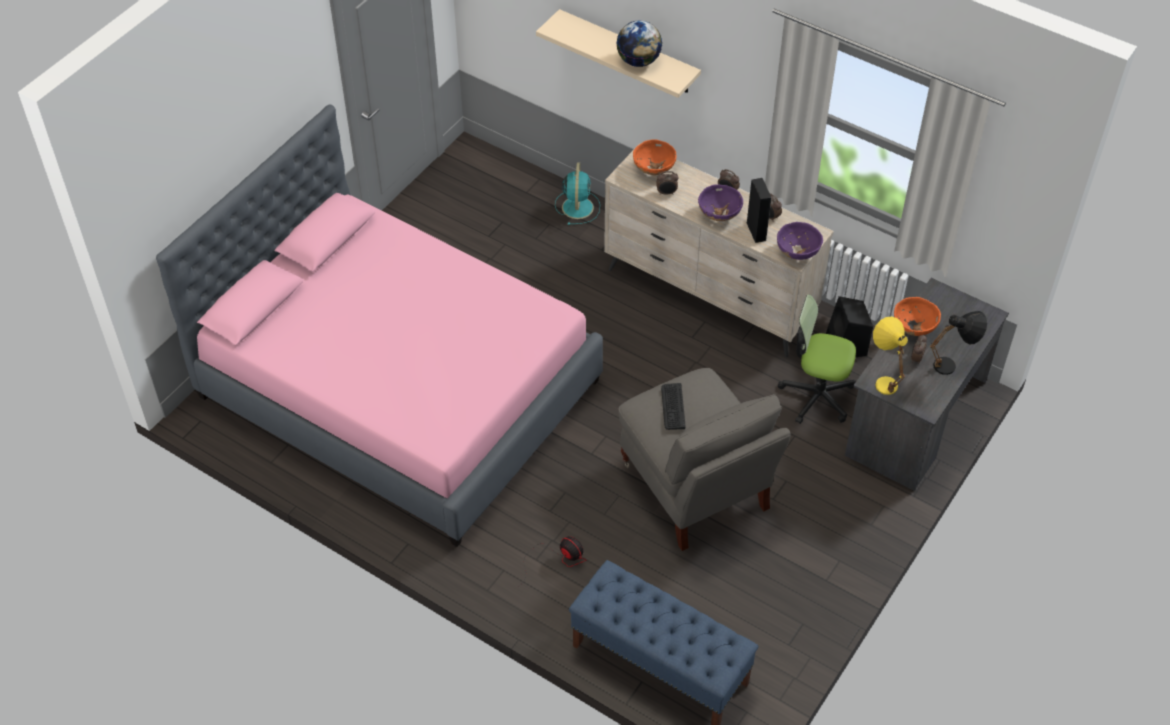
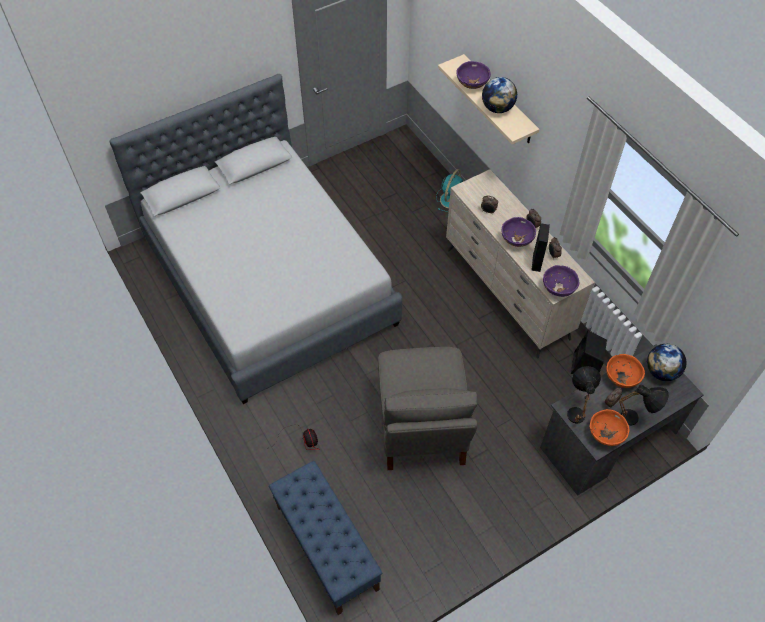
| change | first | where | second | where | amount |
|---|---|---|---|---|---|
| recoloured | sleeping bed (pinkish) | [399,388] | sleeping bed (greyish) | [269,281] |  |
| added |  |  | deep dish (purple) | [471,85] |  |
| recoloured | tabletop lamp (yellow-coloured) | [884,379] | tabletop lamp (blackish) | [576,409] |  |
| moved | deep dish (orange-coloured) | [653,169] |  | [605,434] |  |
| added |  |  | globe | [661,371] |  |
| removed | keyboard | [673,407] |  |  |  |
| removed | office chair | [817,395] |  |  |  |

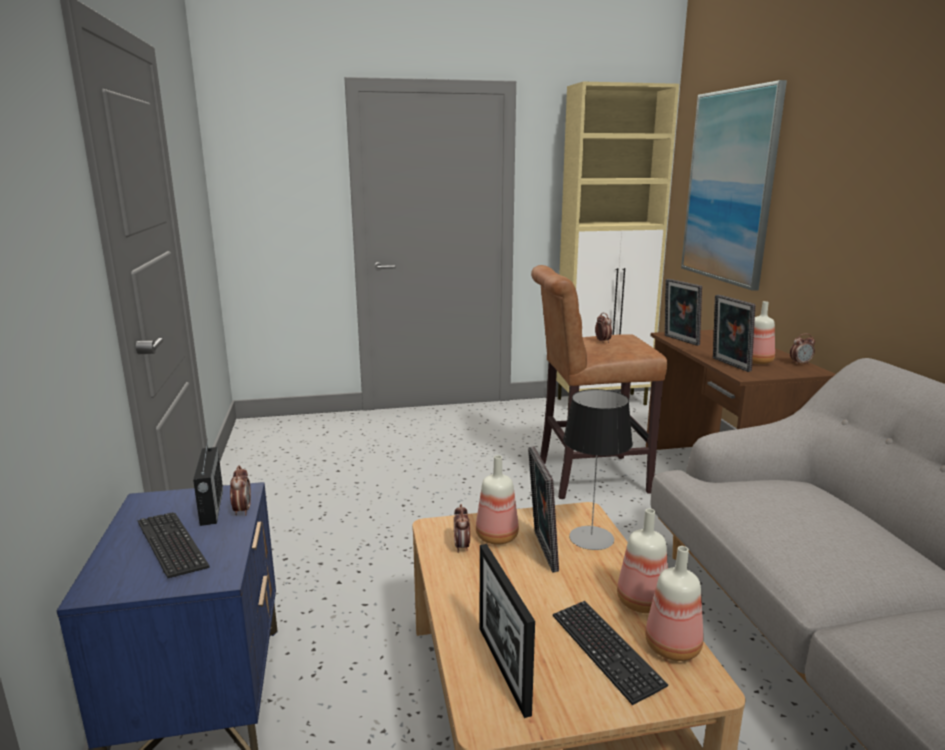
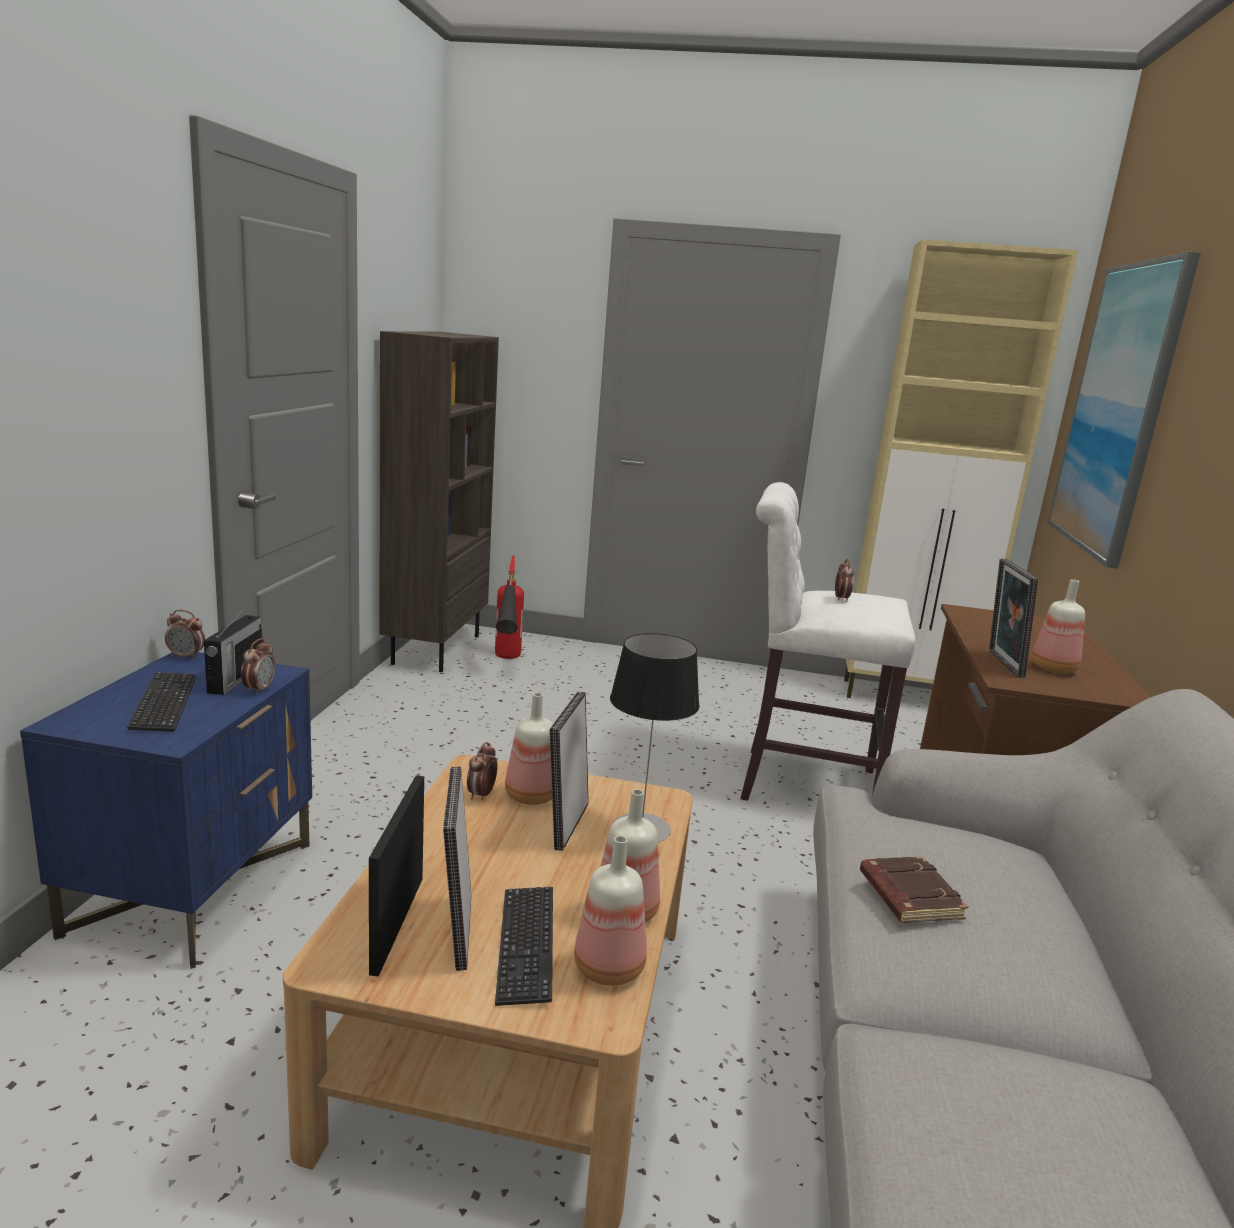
| change | first | where | second | where | amount |
|---|---|---|---|---|---|
| moved | table clock | [800,363] |  | [186,657] |  |
| added |  |  | shelving unit (brown-coloured) | [435,649] |  |
| moved | photo frame | [679,340] |  | [456,931] |  |
| added |  |  | extinguisher | [506,663] |  |
| recoloured | sitting stool (brown-coloured) | [586,477] | sitting stool (white) | [799,783] |  |
| added |  |  | book (brown-coloured) | [908,896] |  |

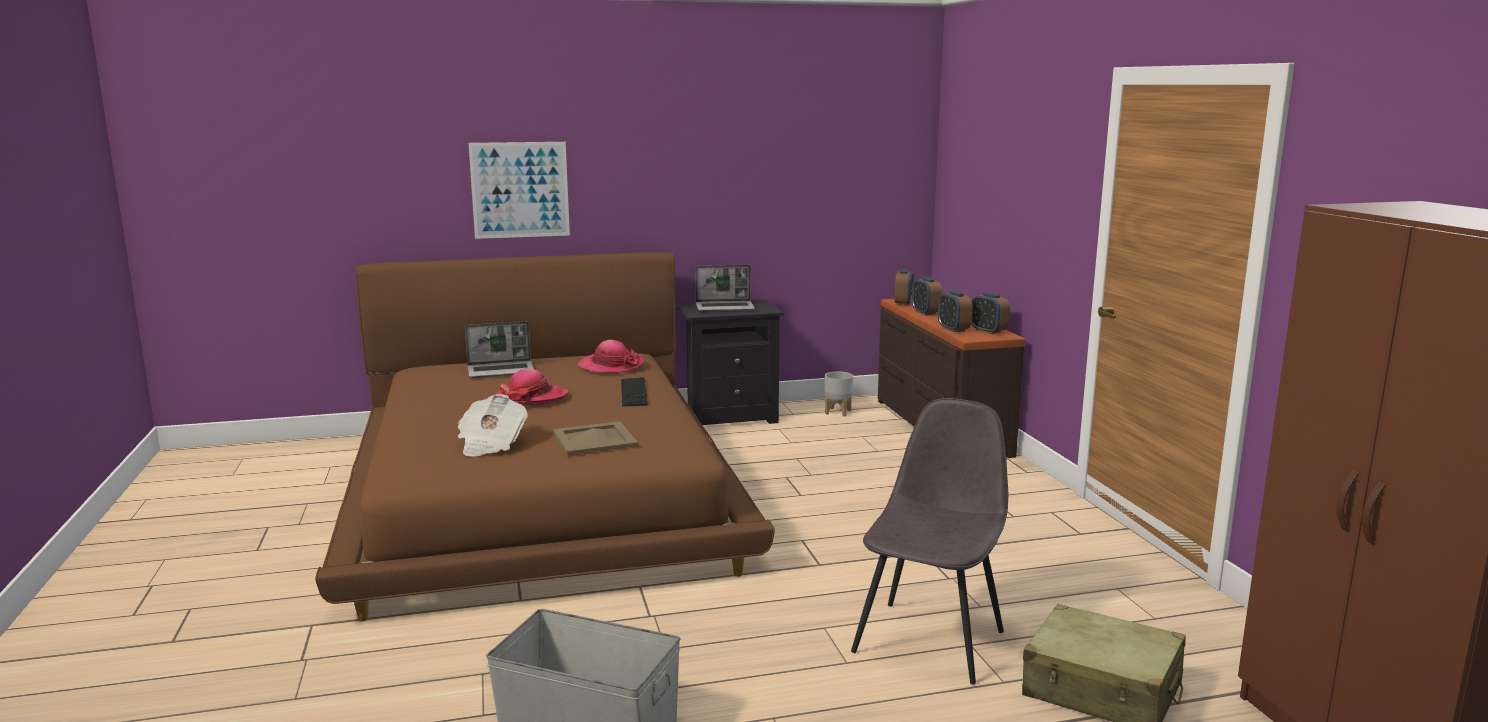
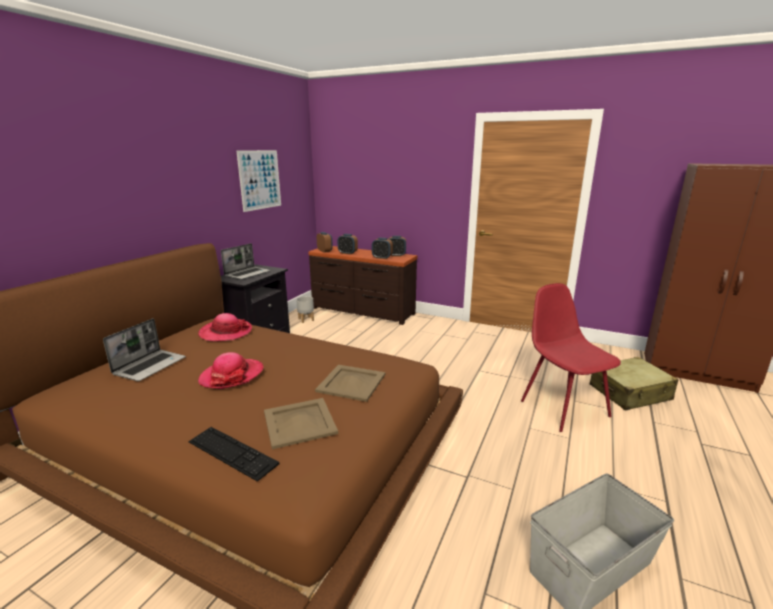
| change | first | where | second | where | amount |
|---|---|---|---|---|---|
| moved | keyboard | [633,392] |  | [232,452] |  |
| moved | wall picture | [520,190] |  | [260,180] |  |
| replaced | daily paper | [491,444] | carrying tray (beige) | [300,423] |  |
| recoloured | plain chair (greyish) | [930,639] | plain chair (red-coloured) | [562,407] |  |

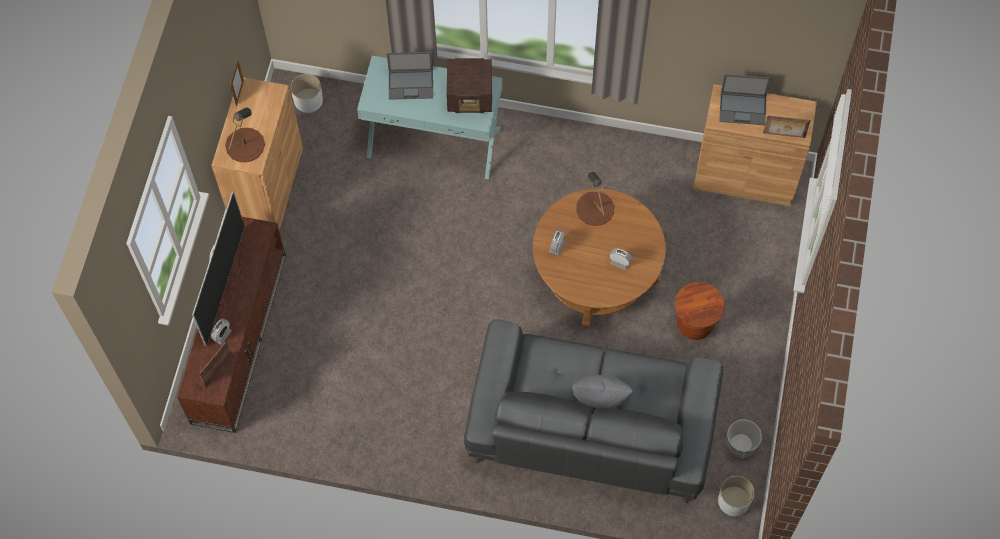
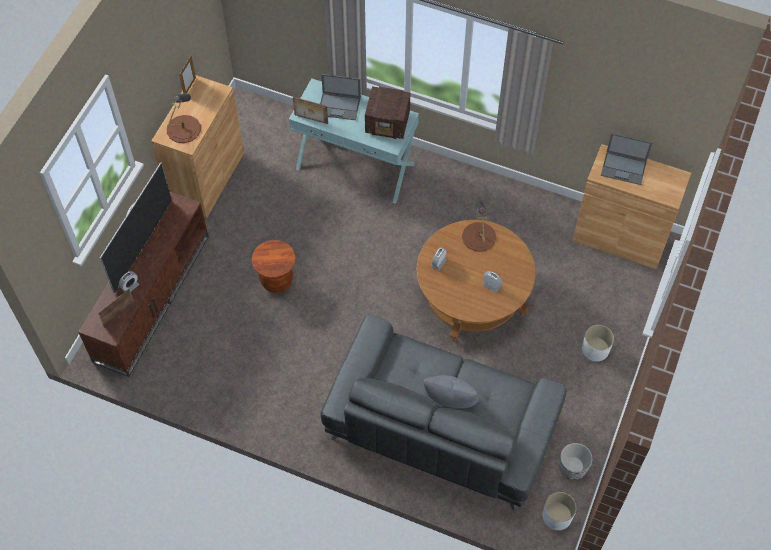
| change | first | where | second | where | amount |
|---|---|---|---|---|---|
| moved | sitting stool (brown-coloured) | [694,325] |  | [276,281] |  |
| moved | photo frame | [784,135] |  | [311,119] |  |
| moved | planter (white) | [308,100] |  | [595,349] |  |

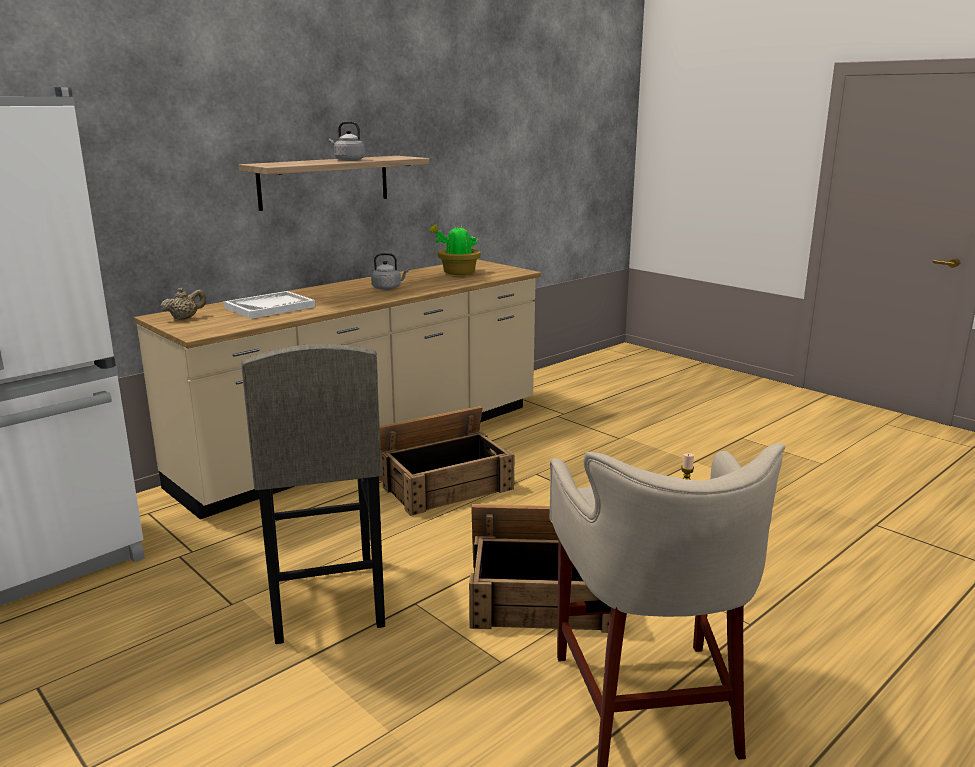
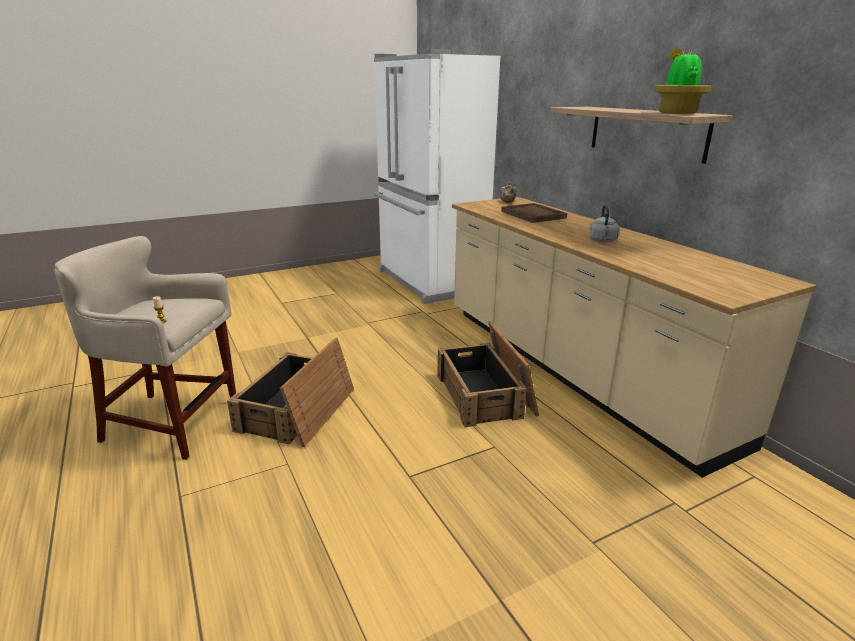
| change | first | where | second | where | amount |
|---|---|---|---|---|---|
| recoloured | carrying tray (white) | [270,307] | carrying tray (brown-coloured) | [533,215] |  |
| moved | potted plant | [457,273] |  | [676,113] |  |
| removed | sitting stool (greyish) | [324,598] |  |  |  |
| removed | tea kettle (greyish) | [348,160] |  |  |  |

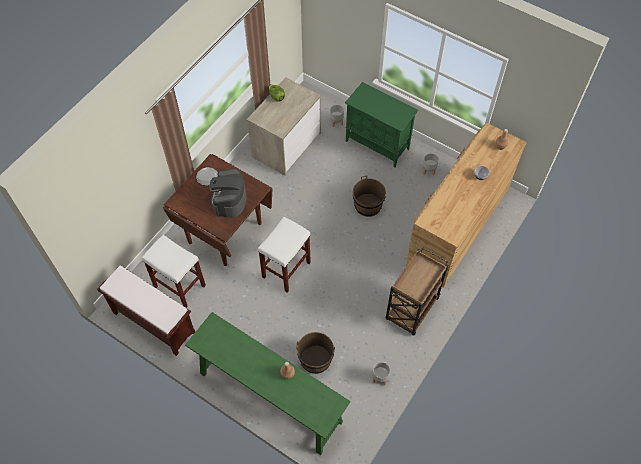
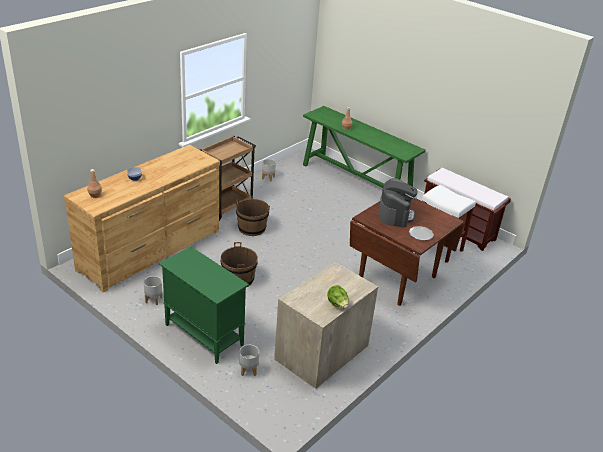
| change | first | where | second | where | amount |
|---|---|---|---|---|---|
| moved | water bucket (brown-coloured) | [315,359] |  | [252,228] |  |
| removed | sitting stool (white) | [286,270] |  |  |  |

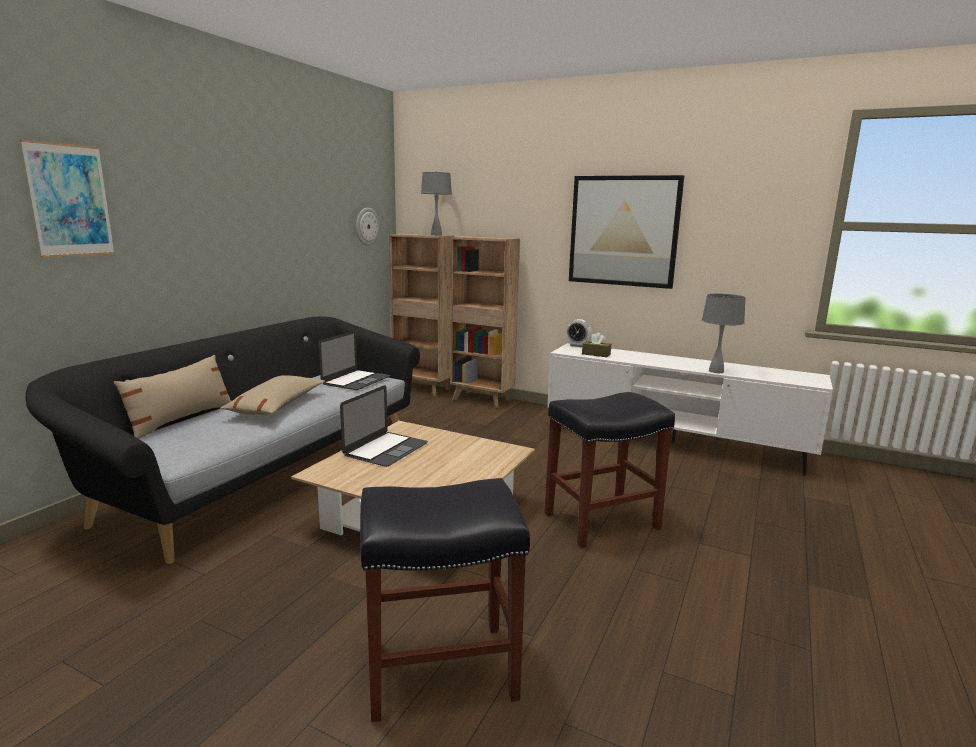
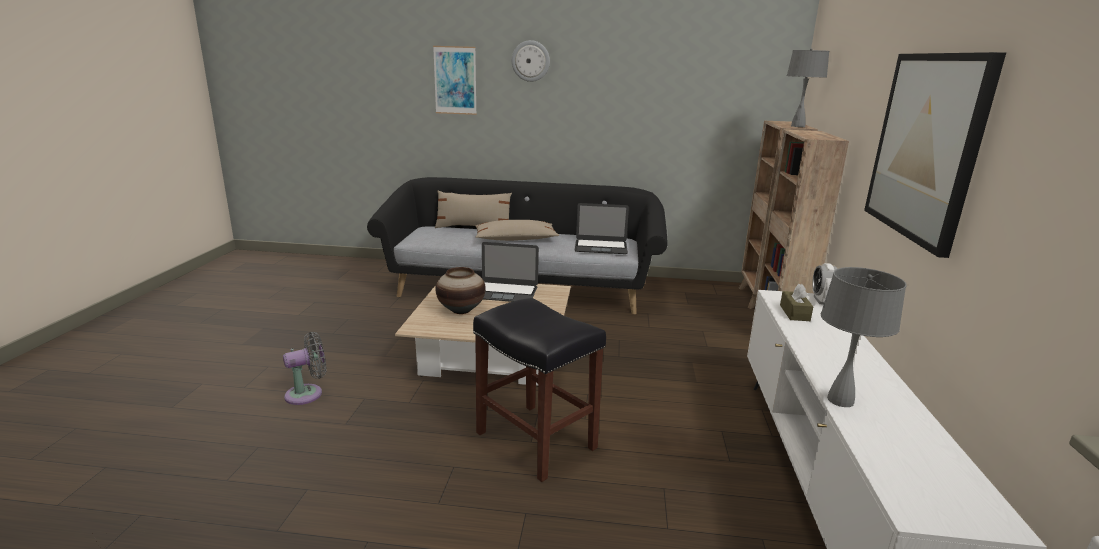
| change | first | where | second | where | amount |
|---|---|---|---|---|---|
| replaced | sitting stool (blackish) | [438,670] | electric fan (greyish) | [308,394] |  |
| added |  |  | decorative vase | [461,310] |  |
| moved | wall clock | [366,226] |  | [530,61] |  |

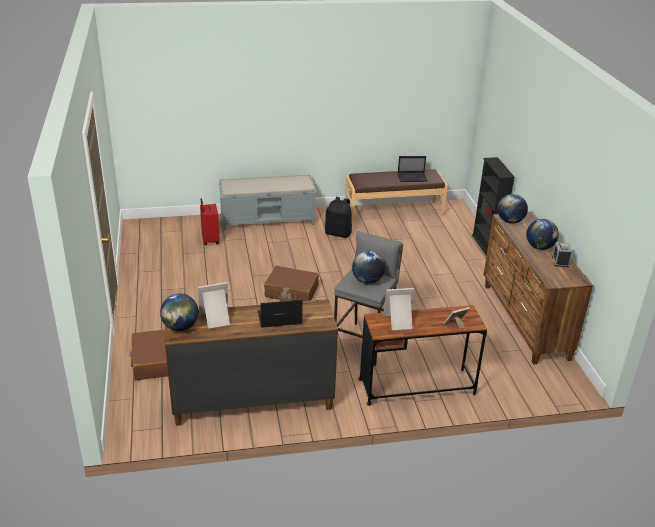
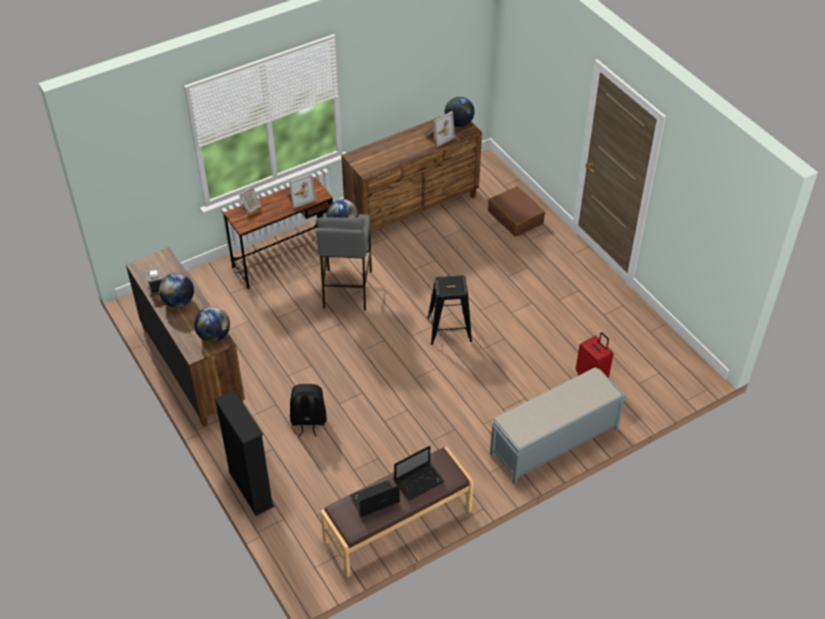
| change | first | where | second | where | amount |
|---|---|---|---|---|---|
| moved | backpack (blackish) | [338,233] |  | [308,421] |  |
| moved | notebook computer | [278,319] |  | [420,481] |  |
| replaced | travel case (brown-coloured) | [291,292] | sitting stool (blackish) | [449,329] |  |

